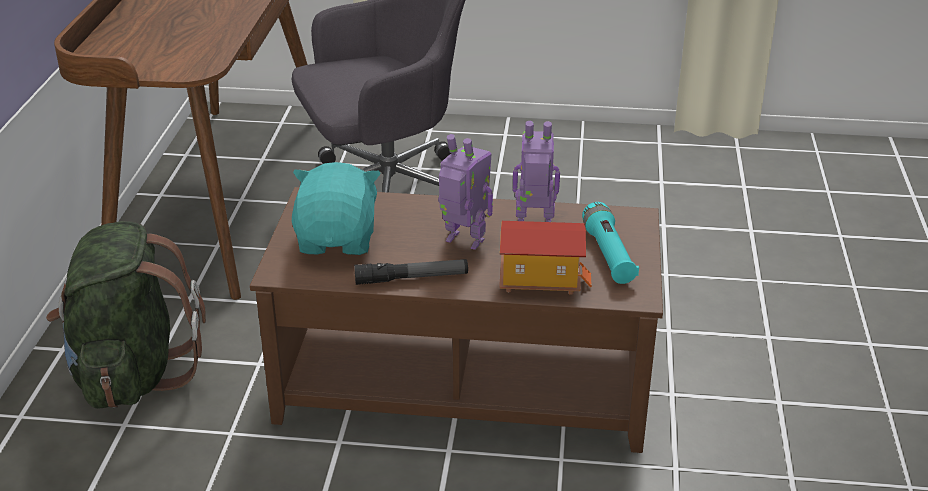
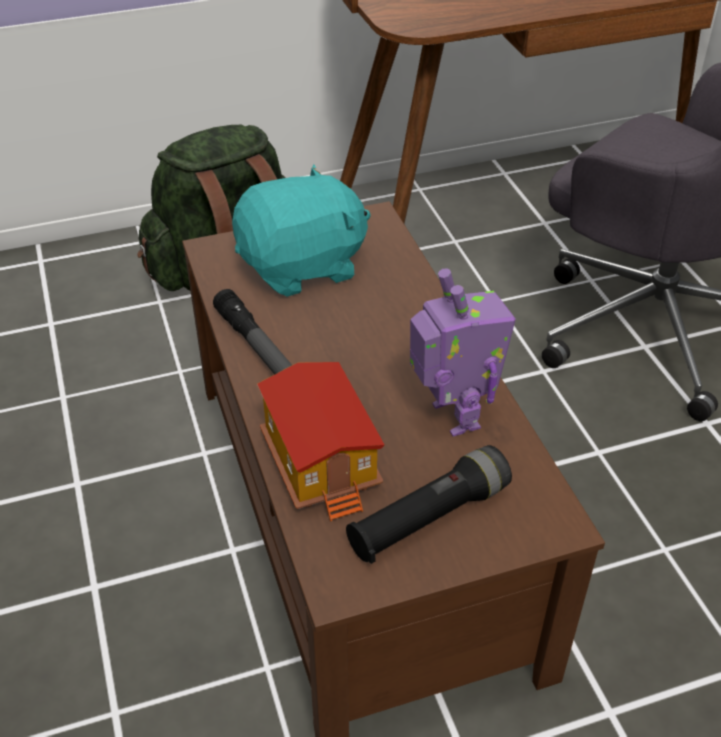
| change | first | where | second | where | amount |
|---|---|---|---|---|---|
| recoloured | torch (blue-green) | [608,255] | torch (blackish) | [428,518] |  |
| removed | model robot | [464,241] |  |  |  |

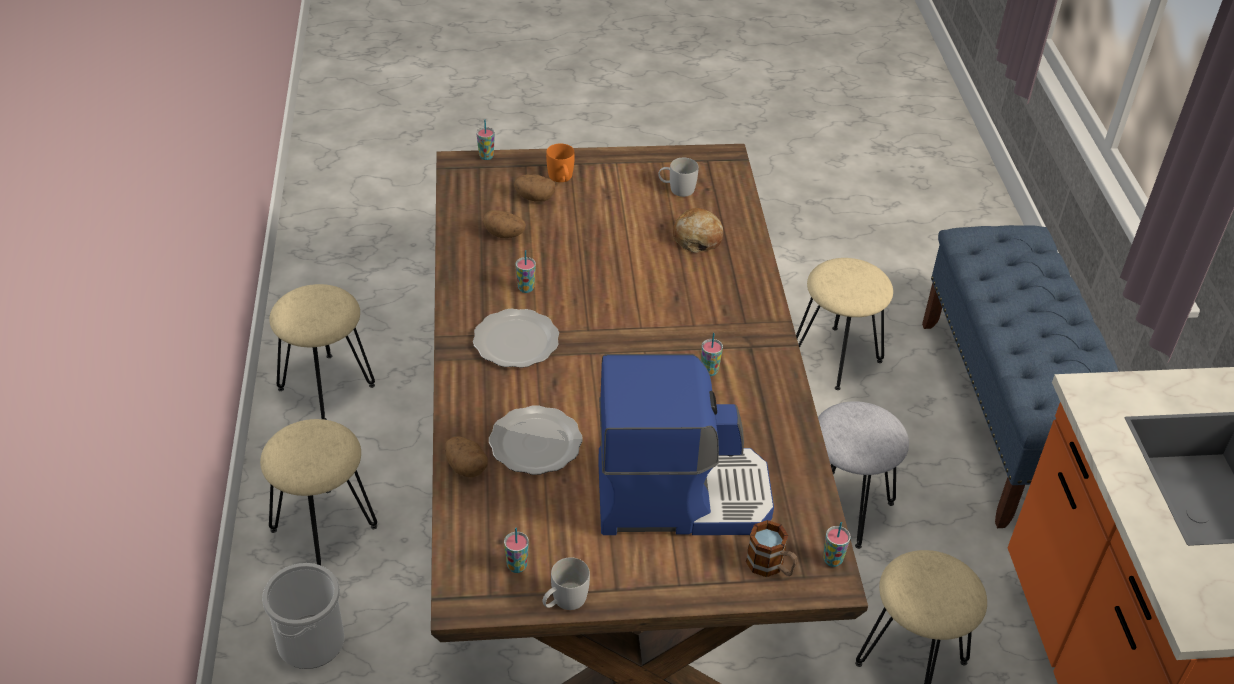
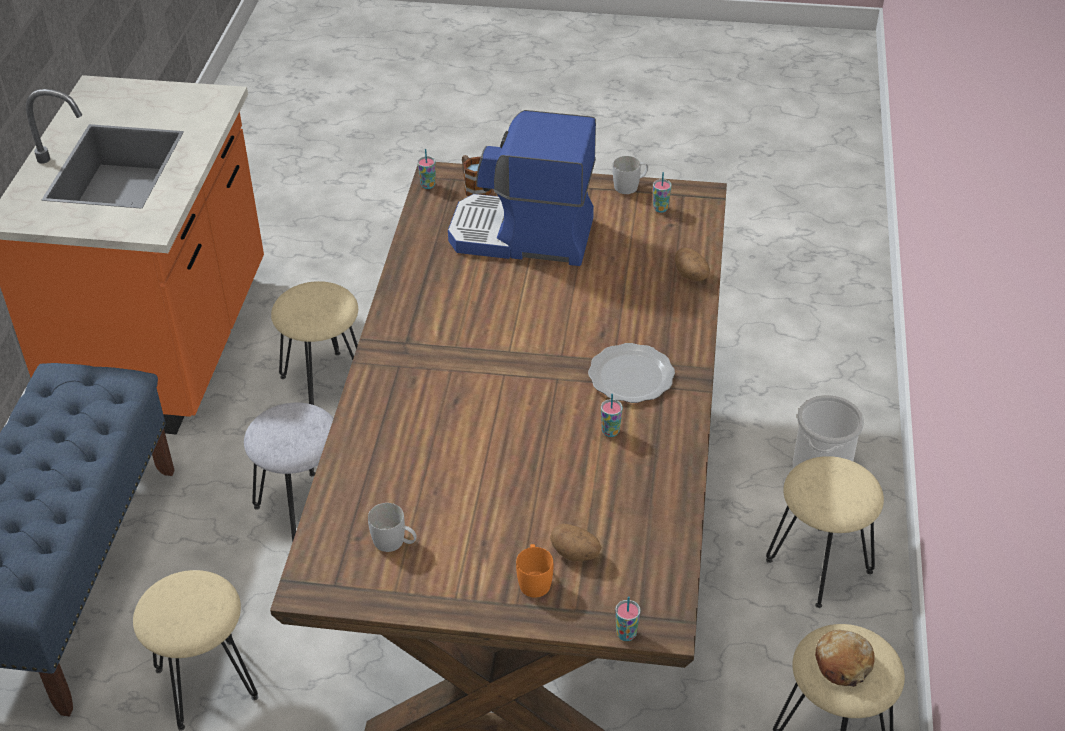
| change | first | where | second | where | amount |
|---|---|---|---|---|---|
| moved | bakery bread | [697,238] |  | [843,663] |  |
| removed | whole potato | [505,234] |  |  |  |
| removed | dinner plate | [535,442] |  |  |  |
| removed | small cup | [709,371] |  |  |  |

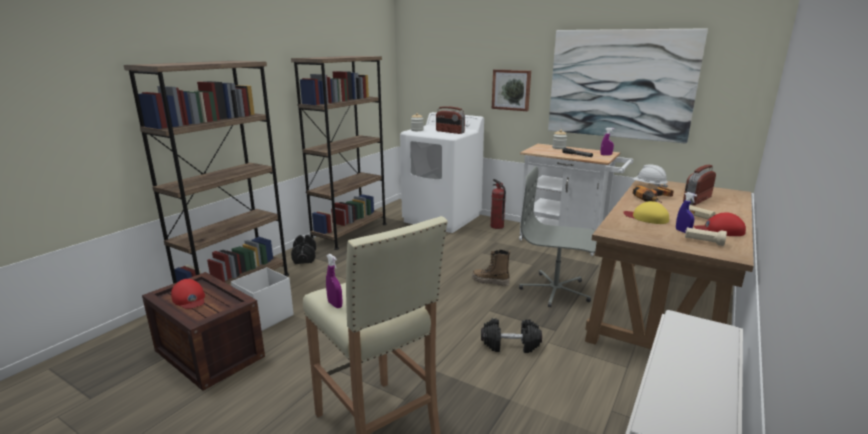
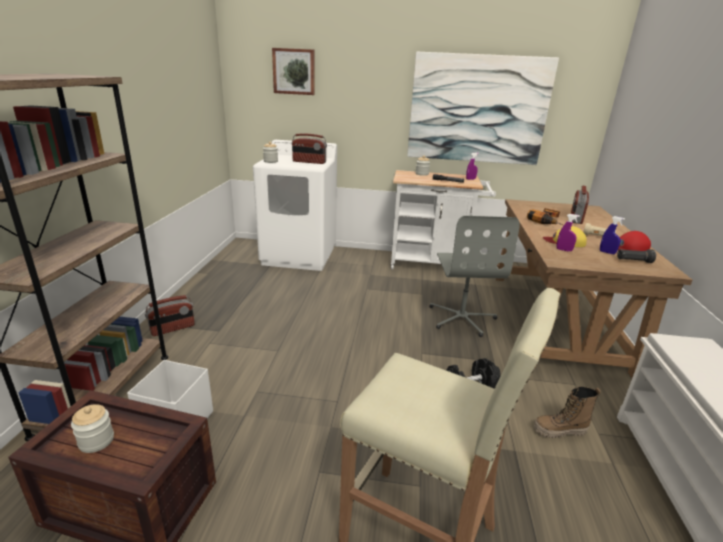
| change | first | where | second | where | amount |
|---|---|---|---|---|---|
| replaced | peaked cap (red-coloured) | [189,298] | storage jar | [96,441] |  |
| replaced | free weight (blackish) | [304,257] | radio set | [172,329] |  |
| moved | wall picture | [511,90] |  | [294,71] |  |
| turned | office chair (greyish) | [555,290] |  | [462,318] | 90 degrees counterclockwise |
| moved | high-top boot | [490,282] |  | [559,431] |  |
| moved | sprayer (purple) | [335,304] |  | [564,250] |  |
| recoloured | torch (beige) | [703,242] | torch (blackish) | [633,261] |  |
| removed | shelving unit (brown-coloured) | [350,232] |  |  |  |
| removed | extinguisher | [496,226] |  |  |  |
| removed | hard hat (white) | [648,186] |  |  |  |

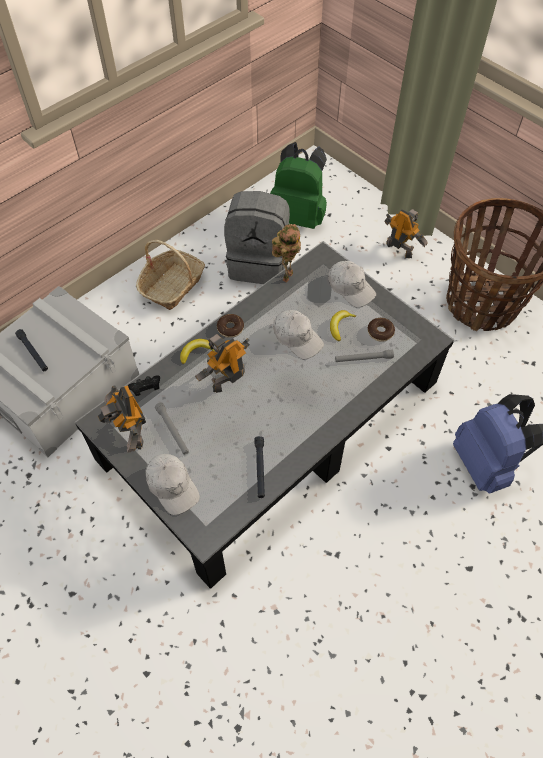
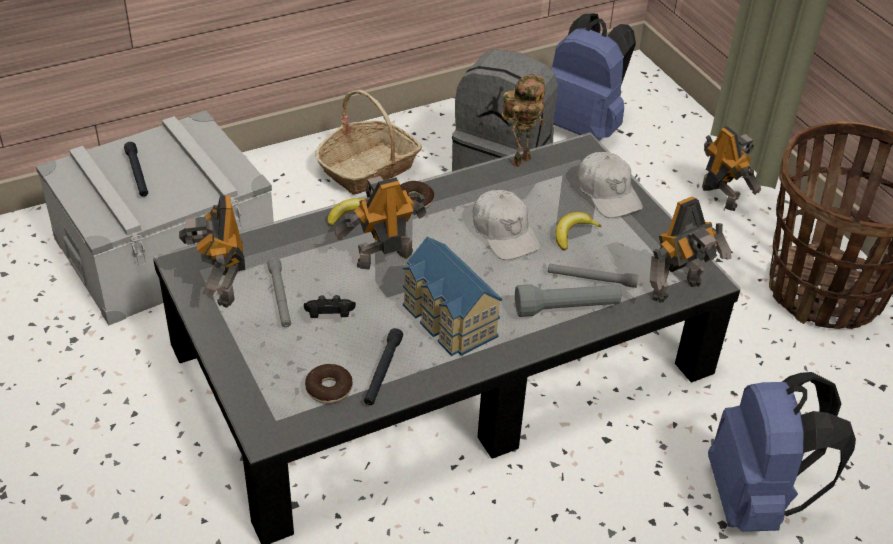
| change | first | where | second | where | amount |
|---|---|---|---|---|---|
| moved | game controller (blackish) | [146,389] |  | [329,316] |  |
| moved | donut | [380,332] |  | [329,389] |  |
| added |  |  | model house | [447,321] |  |
| added |  |  | torch (greyish) | [566,309] |  |
| recoloured | backpack (greenish) | [298,216] | backpack (bluish) | [583,126] |  |
| added |  |  | model robot | [679,291] |  |
| removed | peaked cap (white) | [172,486] |  |  |  |

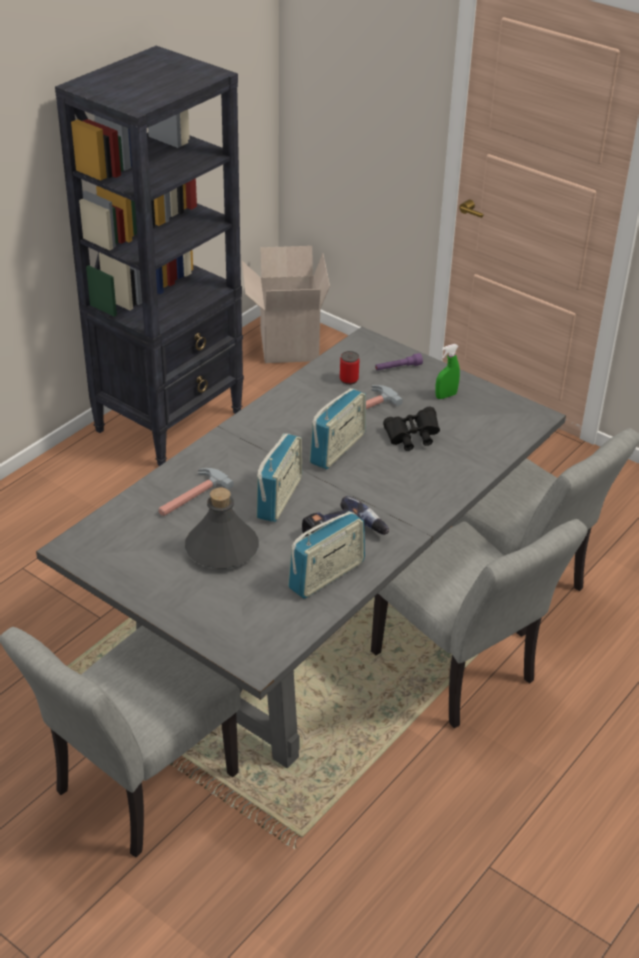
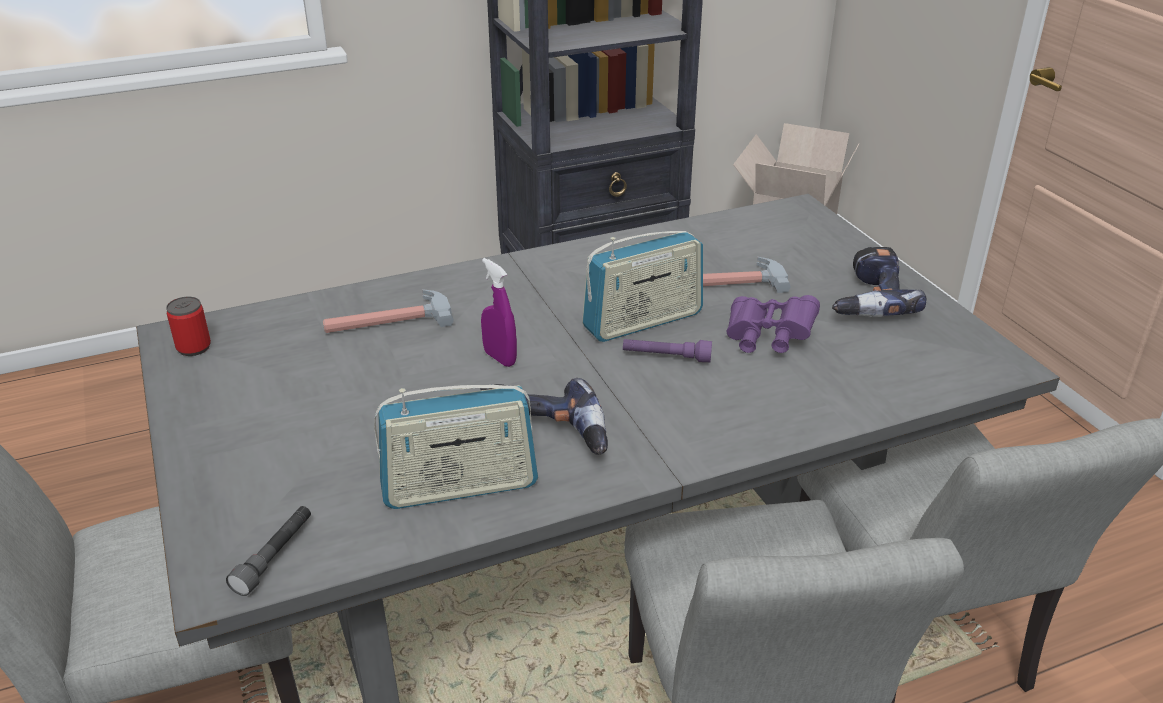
| change | first | where | second | where | amount |
|---|---|---|---|---|---|
| moved | sealed can | [349,379] |  | [194,347] |  |
| added |  |  | torch (greyish) | [275,557] |  |
| replaced | radio set | [279,498] | sprayer (purple) | [500,358] |  |
| moved | torch (purple) | [398,368] |  | [666,357] |  |
| recoloured | pair of binoculars (blackish) | [412,438] | pair of binoculars (purple) | [767,338] |  |
| replaced | sprayer (greenish) | [446,396] | electric drill | [867,299] |  |
| removed | bottle (greyish) | [222,549] |  |  |  |

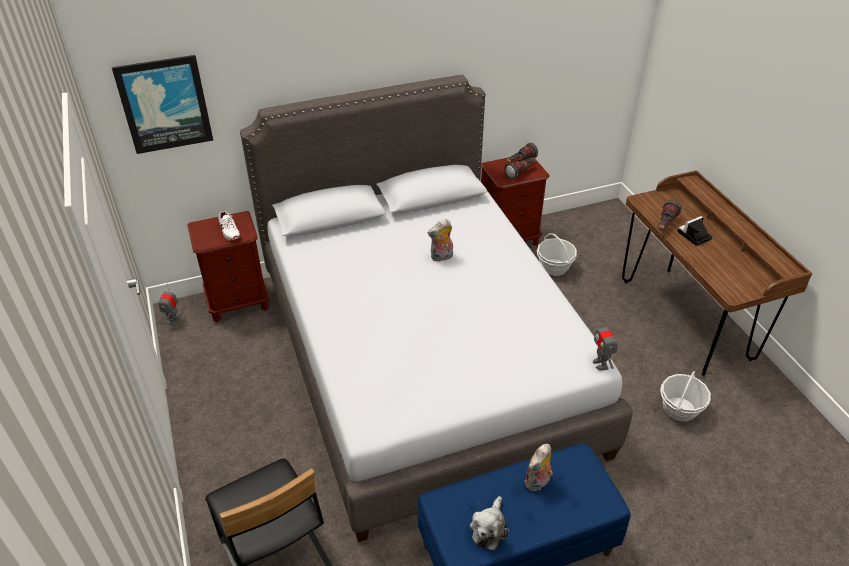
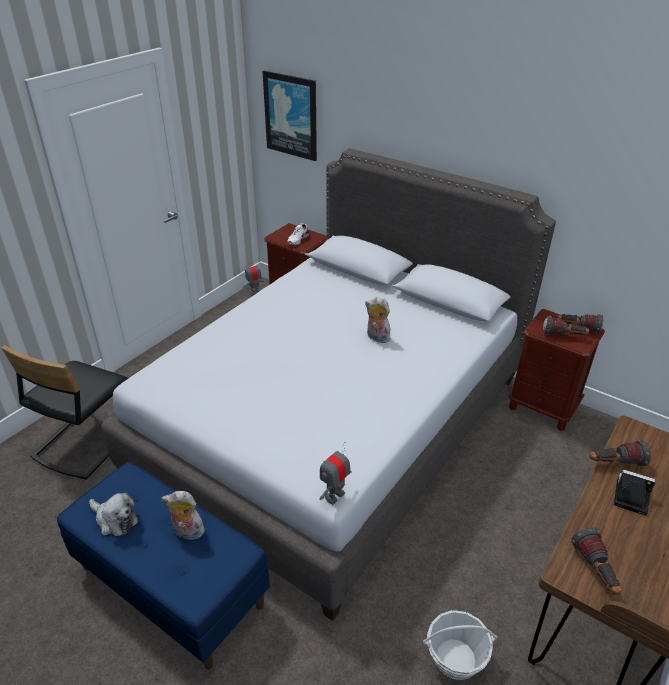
| change | first | where | second | where | amount |
|---|---|---|---|---|---|
| turned | plush toy | [489,528] |  | [115,520] | 135 degrees counterclockwise |
| added |  |  | torch | [595,571] |  |
| removed | storage basket | [554,267] |  |  |  |

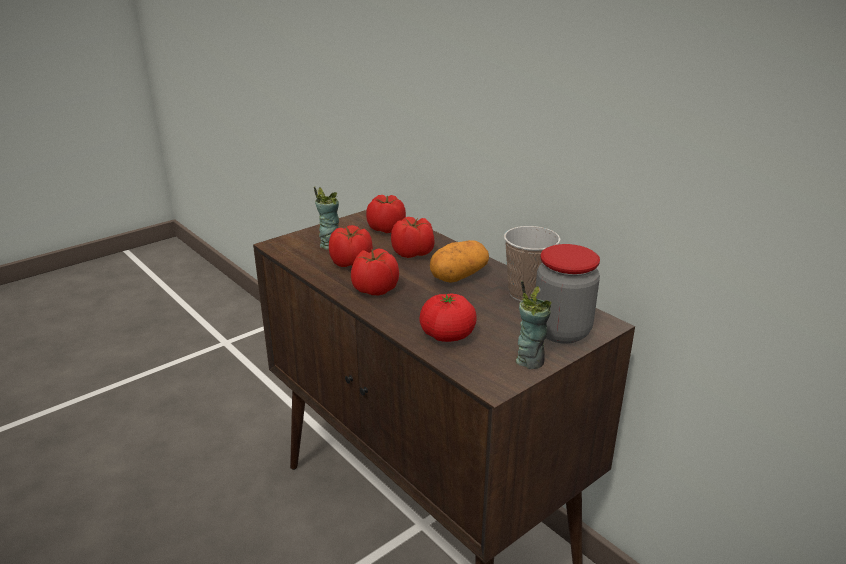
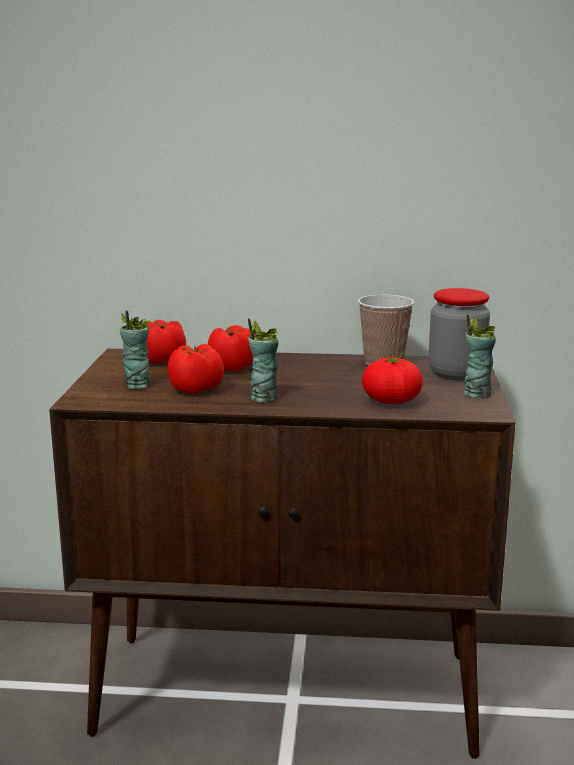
| change | first | where | second | where | amount |
|---|---|---|---|---|---|
| replaced | whole tomato | [374,289] | small cup | [263,397] |  |
| removed | whole potato | [458,276] |  |  |  |

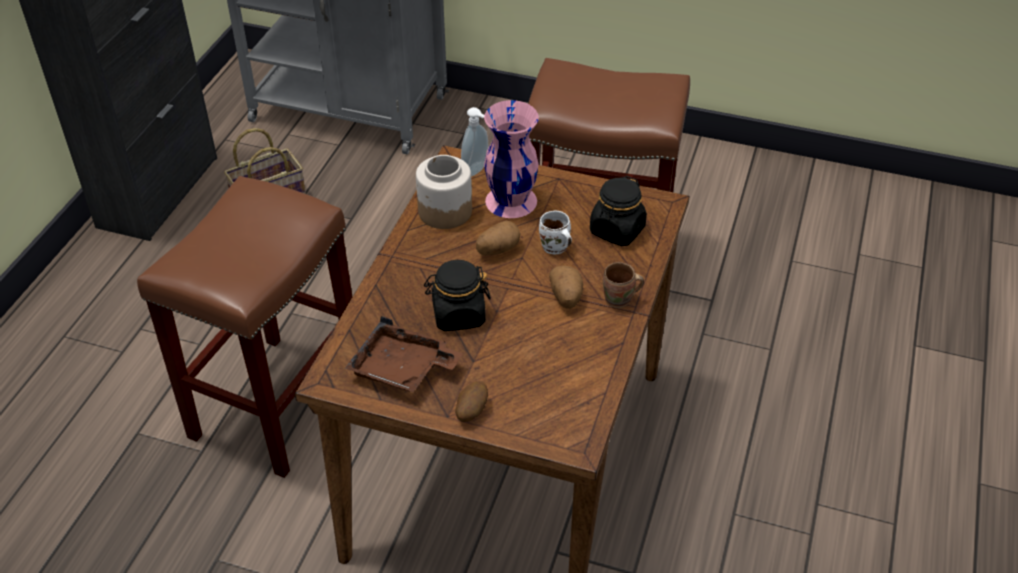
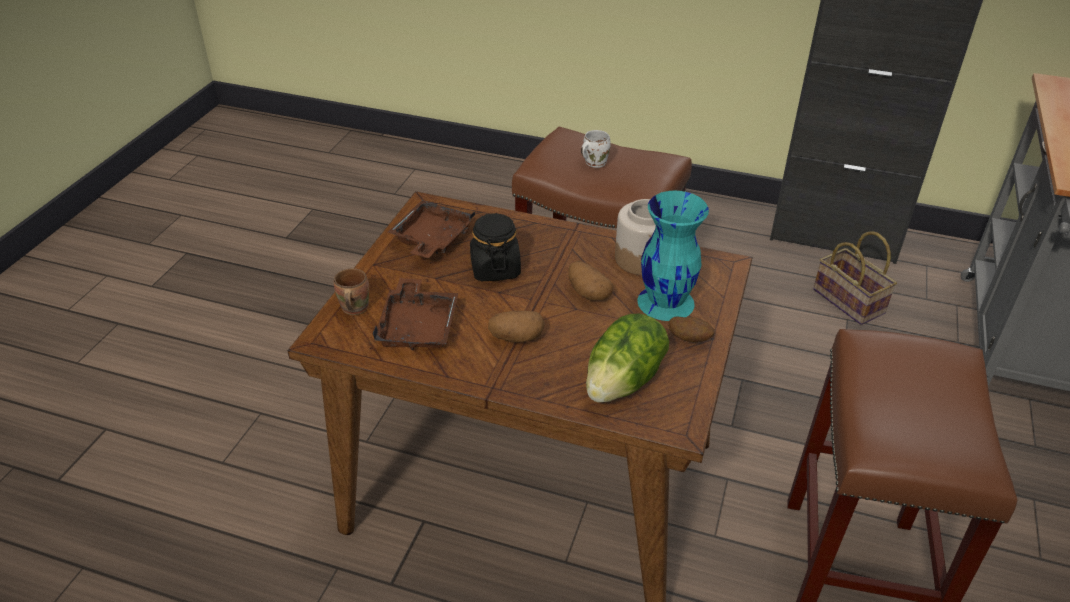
| change | first | where | second | where | amount |
|---|---|---|---|---|---|
| moved | tea mug (brown-coloured) | [619,300] |  | [353,309] |  |
| added |  |  | carrying tray (brown-coloured) | [418,327] |  |
| moved | tea mug (white) | [554,248] |  | [593,162] |  |
| replaced | storage jar (blackish) | [617,231] | lettuce | [625,381] |  |
| recoloured | decorative vase (pinkish) | [510,200] | decorative vase (blue-green) | [666,301] |  |
| moved | whole potato | [471,411] |  | [689,339] |  |
| removed | soap dispenser | [476,170] |  |  |  |

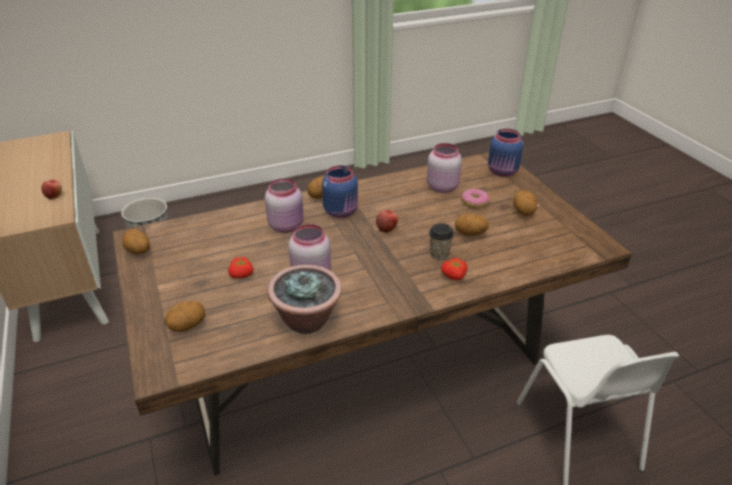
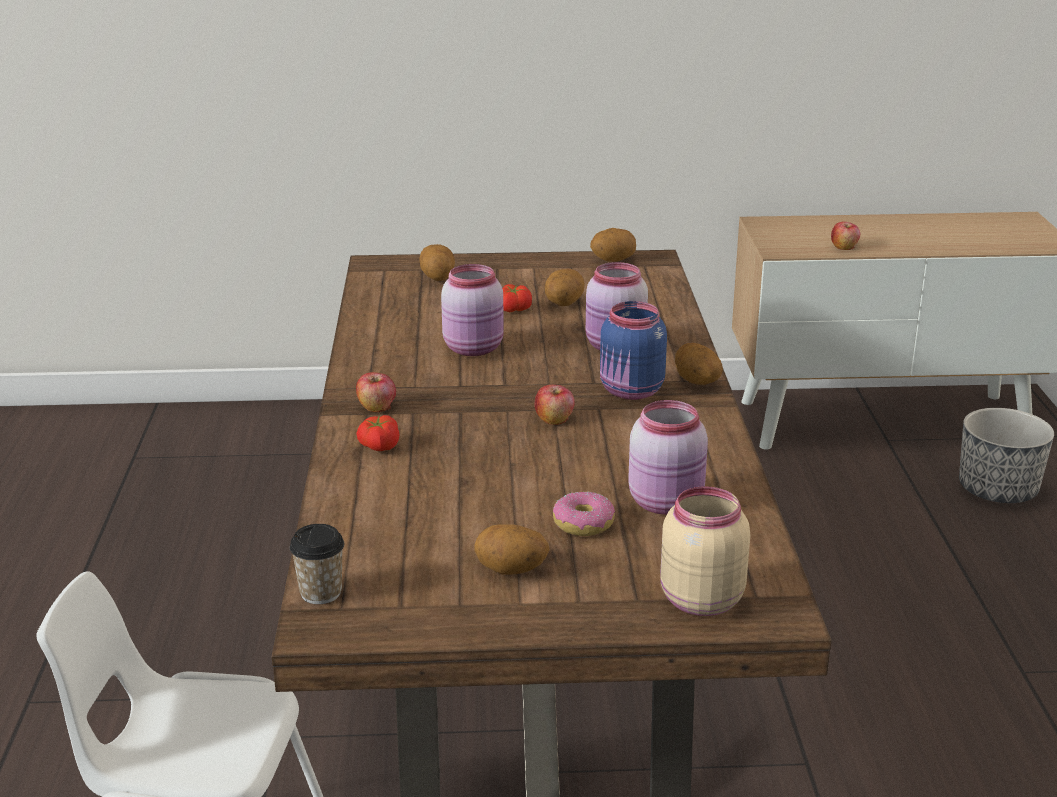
| change | first | where | second | where | amount |
|---|---|---|---|---|---|
| moved | small cup | [439,254] |  | [321,593] |  |
| added |  |  | apple fruit | [377,407] |  |
| moved | whole potato | [470,234] |  | [563,304] |  |
| recoloured | storage jar (bluish) | [503,172] | storage jar (beige) | [698,600] |  |
| removed | potted plant | [307,320] |  |  |  |

